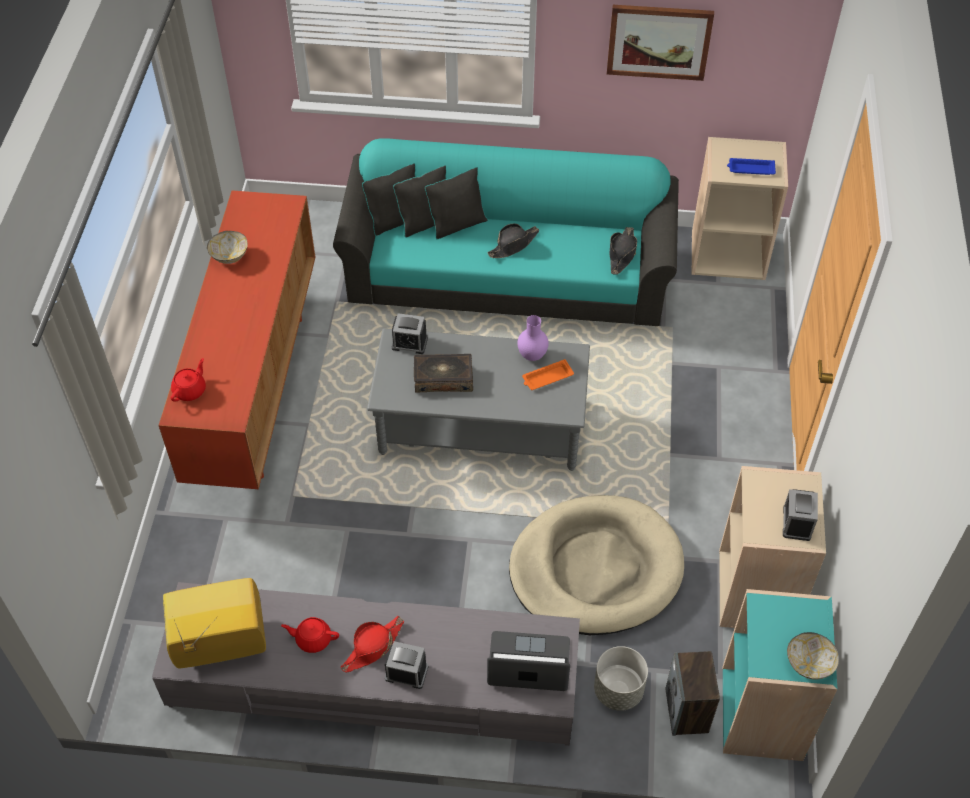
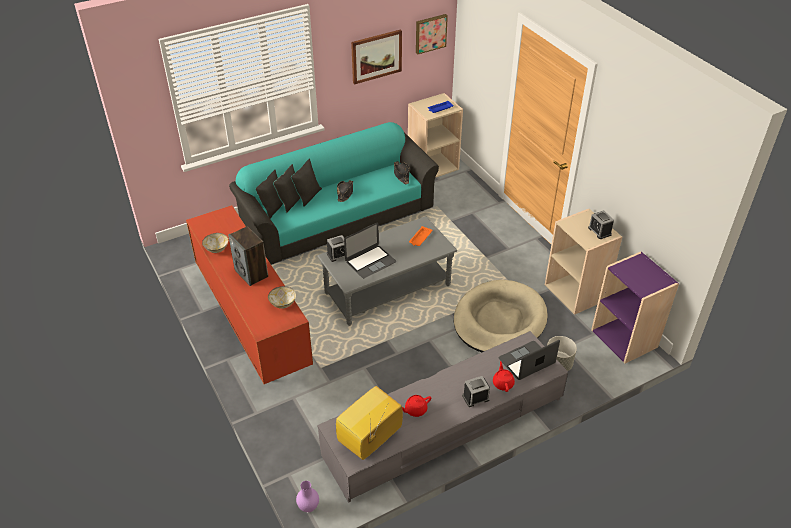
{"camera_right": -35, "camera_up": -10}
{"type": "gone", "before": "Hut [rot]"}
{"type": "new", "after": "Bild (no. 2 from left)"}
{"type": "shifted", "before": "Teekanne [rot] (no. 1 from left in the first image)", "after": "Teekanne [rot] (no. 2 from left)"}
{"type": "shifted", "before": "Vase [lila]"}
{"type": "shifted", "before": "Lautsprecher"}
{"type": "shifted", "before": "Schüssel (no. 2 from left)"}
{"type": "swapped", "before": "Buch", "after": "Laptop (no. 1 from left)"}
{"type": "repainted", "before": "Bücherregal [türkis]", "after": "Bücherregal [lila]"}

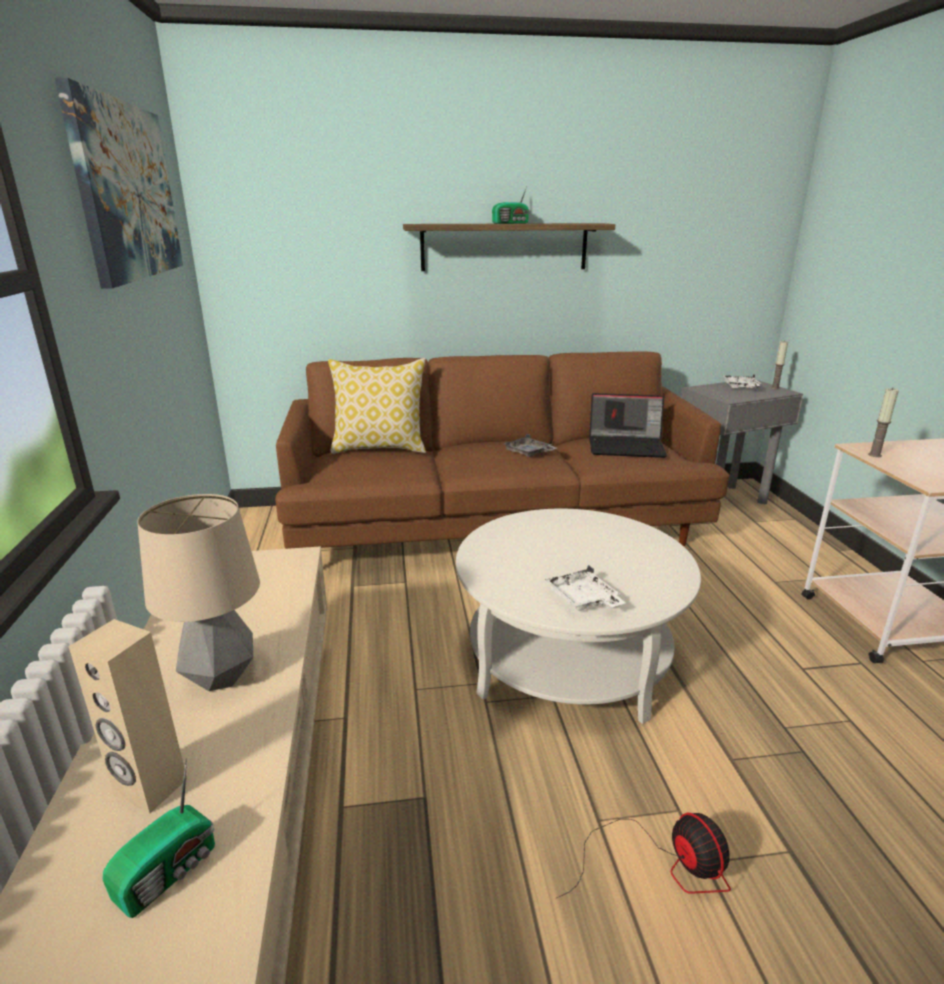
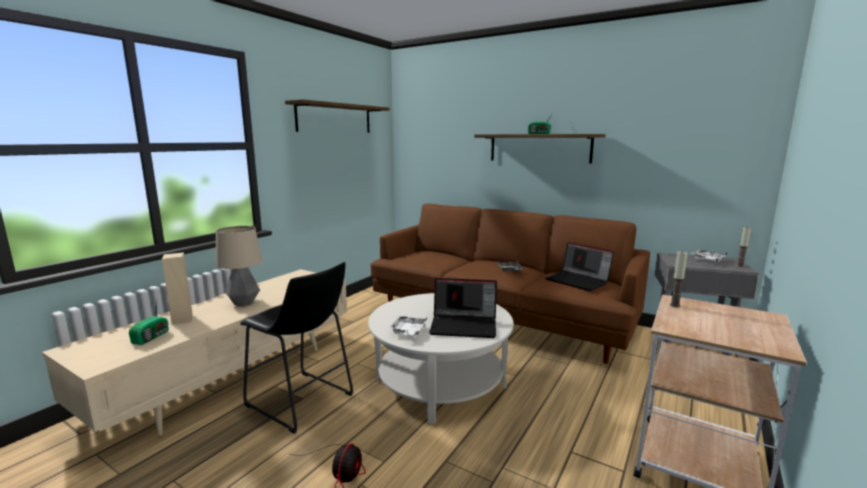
{"camera_right": 40, "camera_up": -10}
{"type": "gone", "before": "Kissen"}
{"type": "new", "after": "Hocker [schwarz]"}
{"type": "new", "after": "Laptop (no. 1 from left)"}
{"type": "swapped", "before": "Bild", "after": "Wandregal (no. 1 from left)"}
{"type": "rotated", "before": "Radio (no. 1 from left)", "turn": -60}

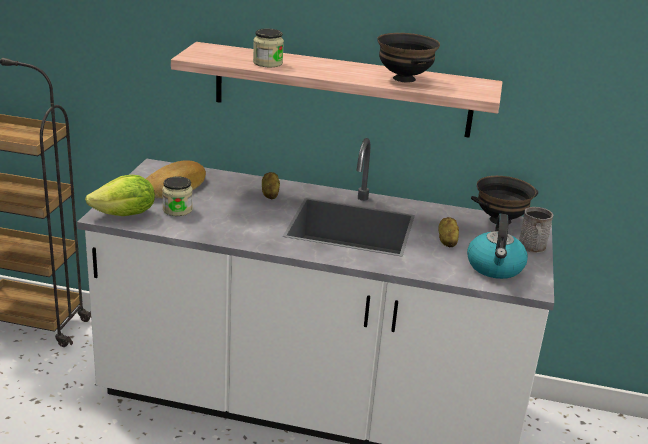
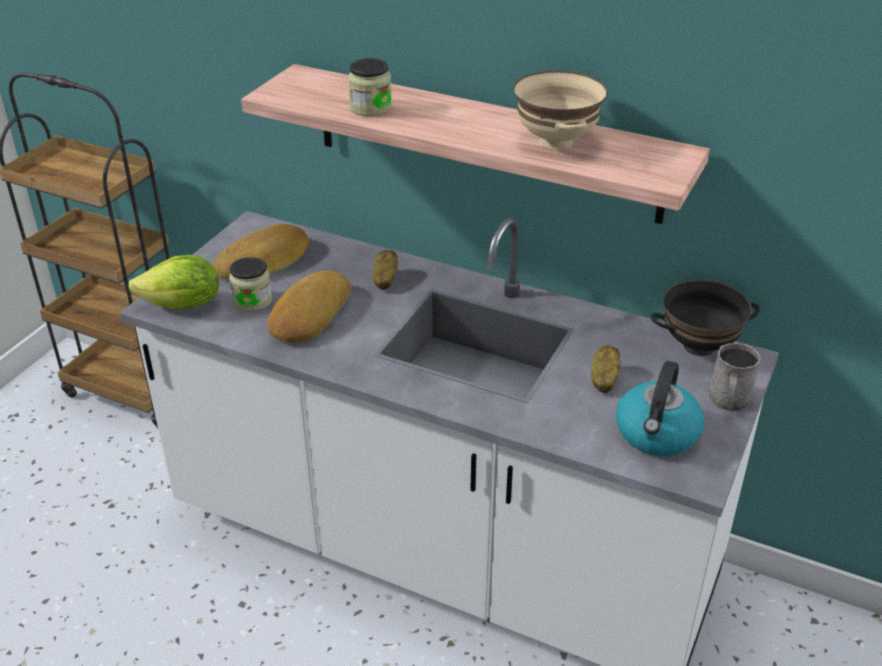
{"camera_right": 15, "camera_up": 10}
{"type": "new", "after": "Brot (no. 2 from left)"}
{"type": "repainted", "before": "Schüssel [schwarz] (no. 1 from left)", "after": "Schüssel [beige]"}

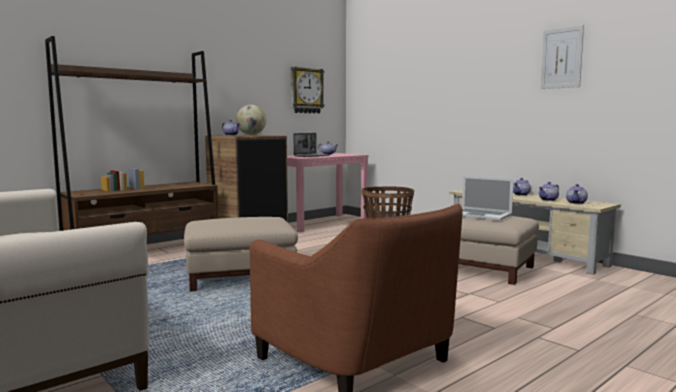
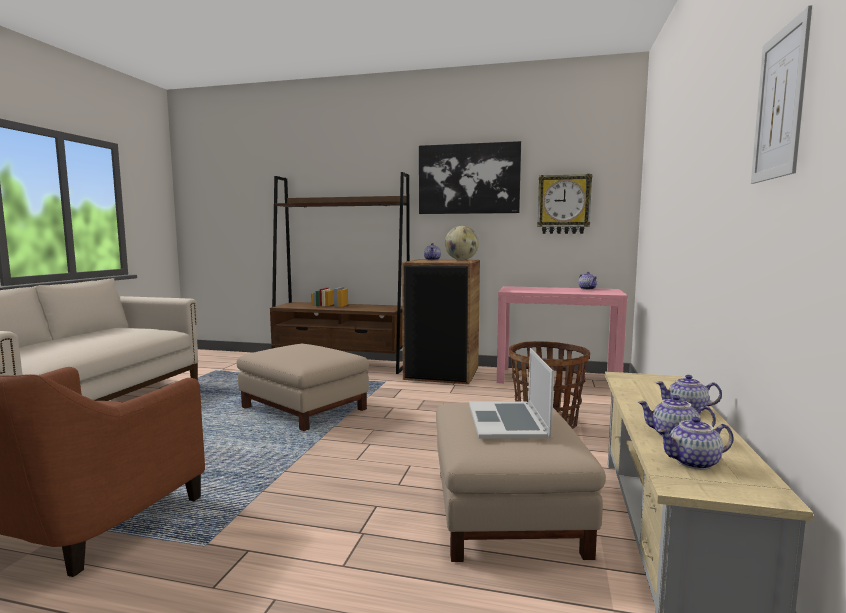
{"camera_right": 55, "camera_up": 0}
{"type": "gone", "before": "Laptop (no. 1 from left)"}
{"type": "new", "after": "Bild (no. 1 from left)"}

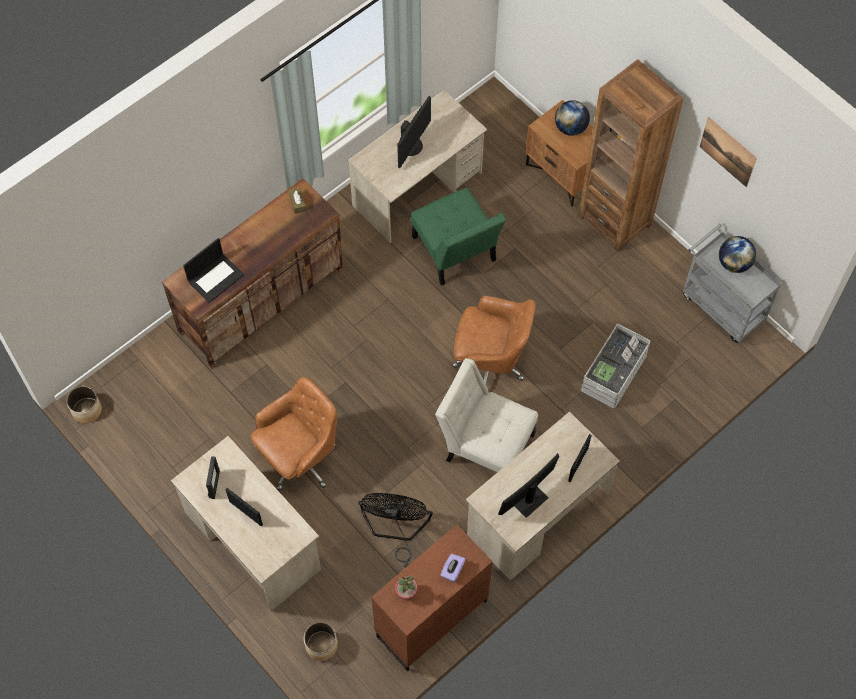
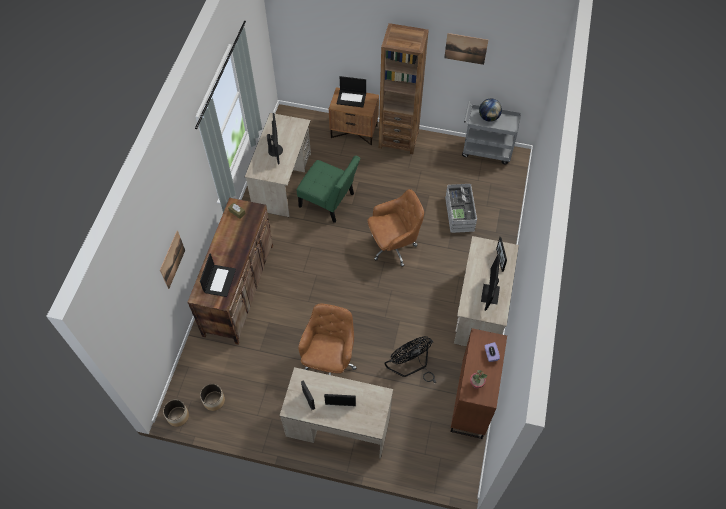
{"camera_right": -35, "camera_up": -5}
{"type": "gone", "before": "Stuhl [weiß]"}
{"type": "new", "after": "Bild (no. 1 from left)"}
{"type": "shifted", "before": "Pflanzkübel (no. 2 from left)"}
{"type": "swapped", "before": "Globus (no. 1 from left)", "after": "Laptop (no. 2 from left)"}

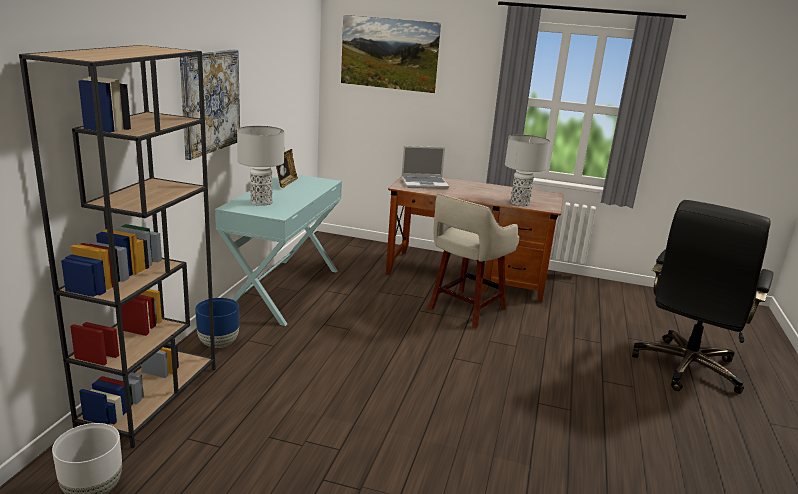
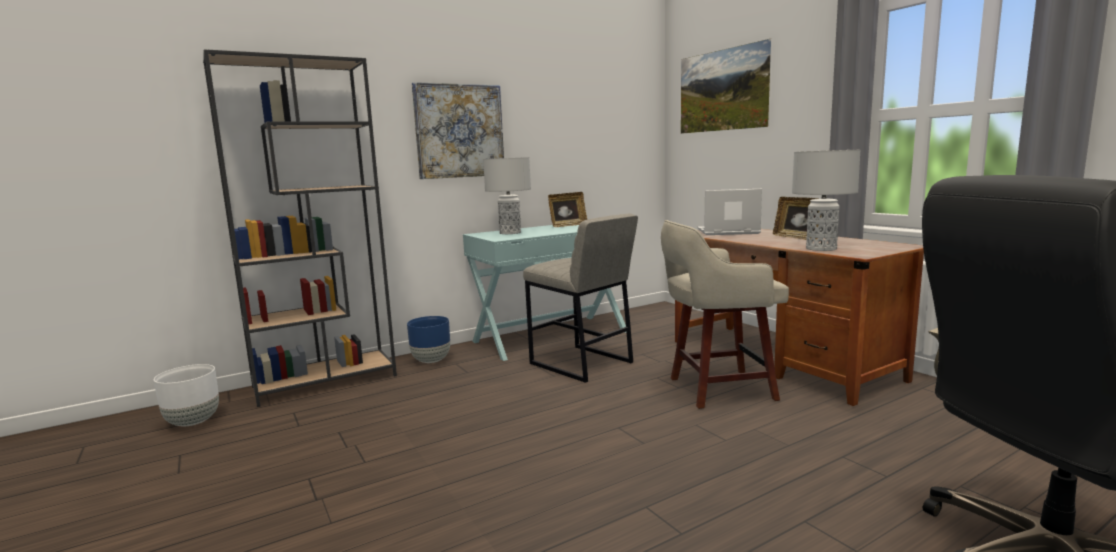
{"camera_right": 45, "camera_up": -10}
{"type": "new", "after": "Stuhl [grau]"}
{"type": "new", "after": "Bilderrahmen (no. 2 from left)"}
{"type": "rotated", "before": "Laptop", "turn": 150}

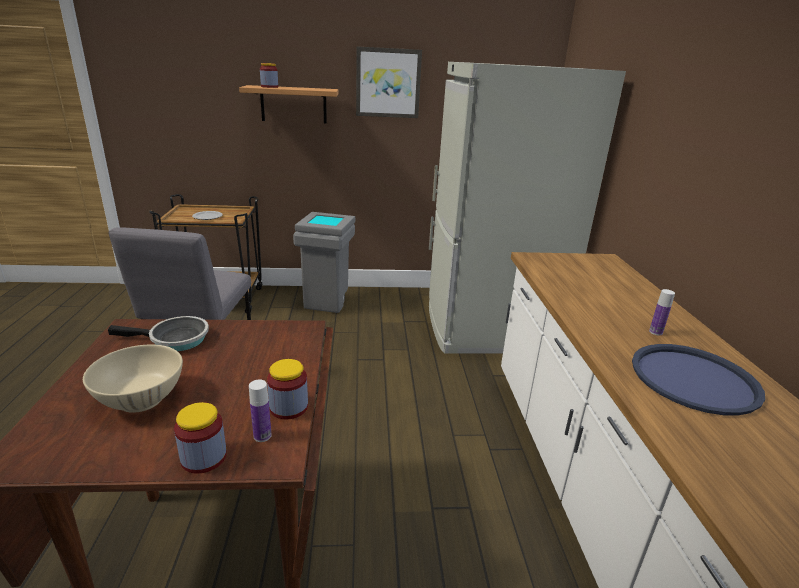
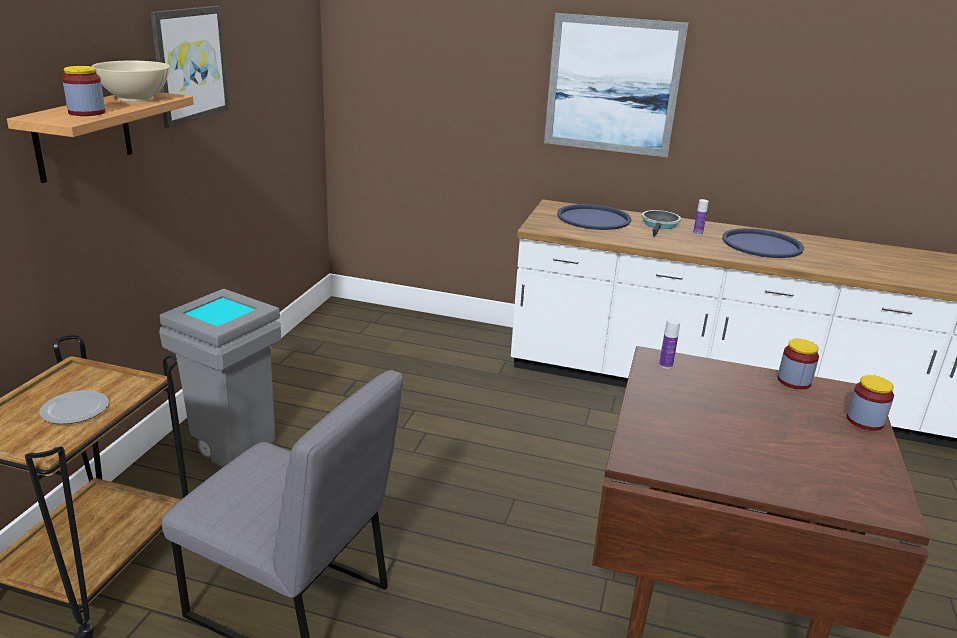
{"camera_right": -70, "camera_up": 0}
{"type": "gone", "before": "Kühlschrank [weiß]"}
{"type": "new", "after": "Bild (no. 2 from left)"}
{"type": "new", "after": "Tablett [blau] (no. 1 from left)"}
{"type": "shifted", "before": "Schüssel [beige]"}
{"type": "shifted", "before": "Pfanne"}
{"type": "shifted", "before": "Flasche (no. 1 from left)"}

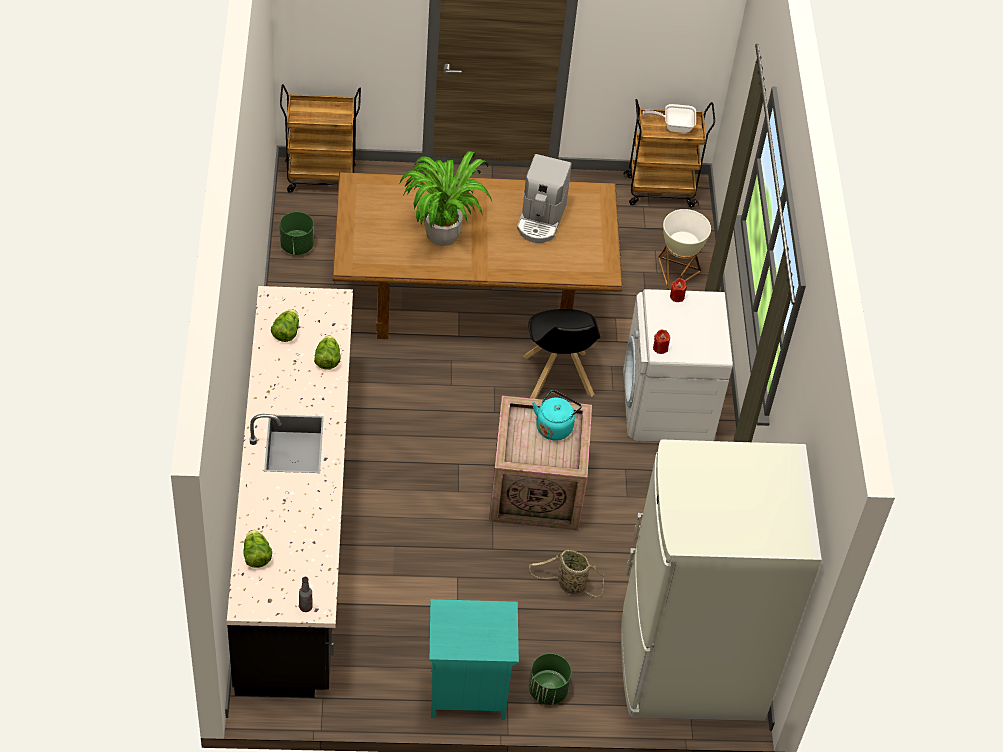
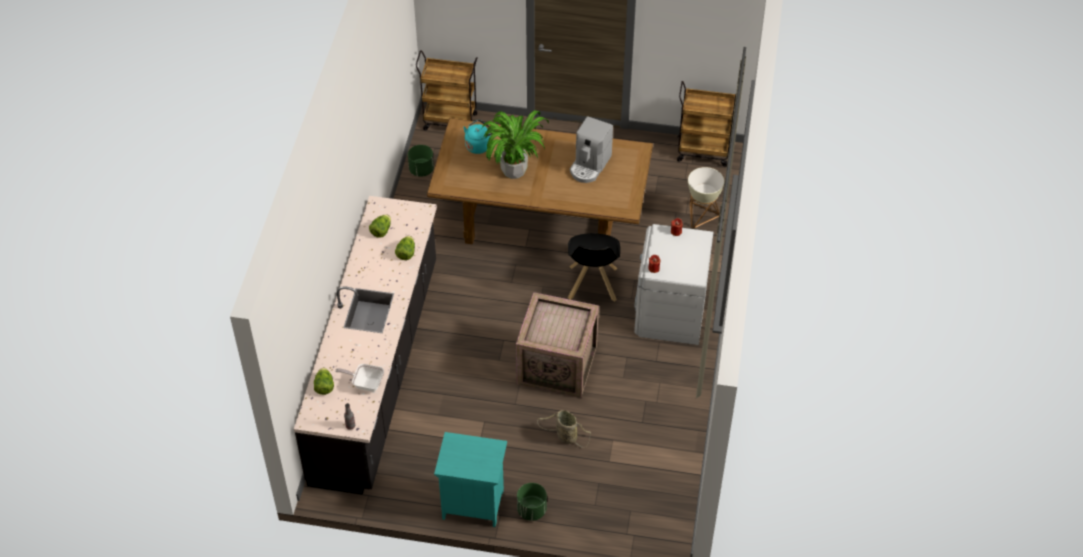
{"camera_right": 15, "camera_up": 0}
{"type": "gone", "before": "Kühlschrank [weiß]"}
{"type": "shifted", "before": "Wasserkessel [türkis]"}
{"type": "shifted", "before": "Pfanne"}

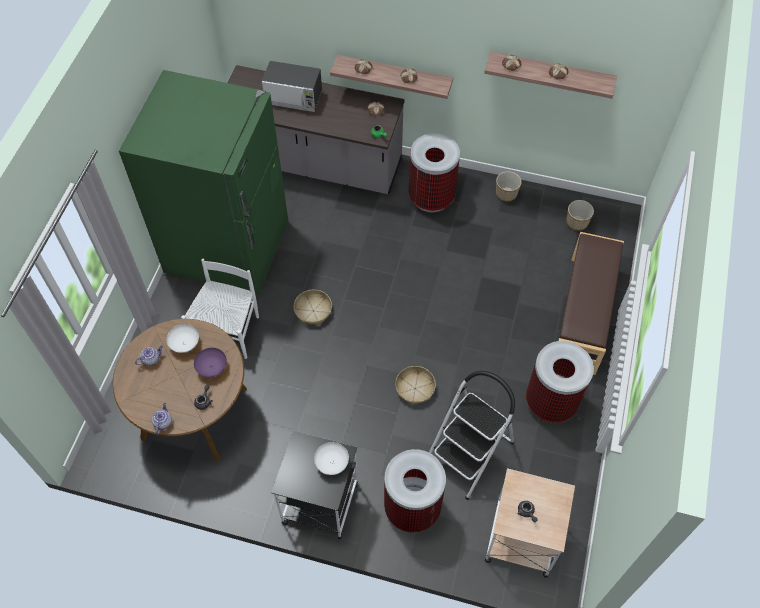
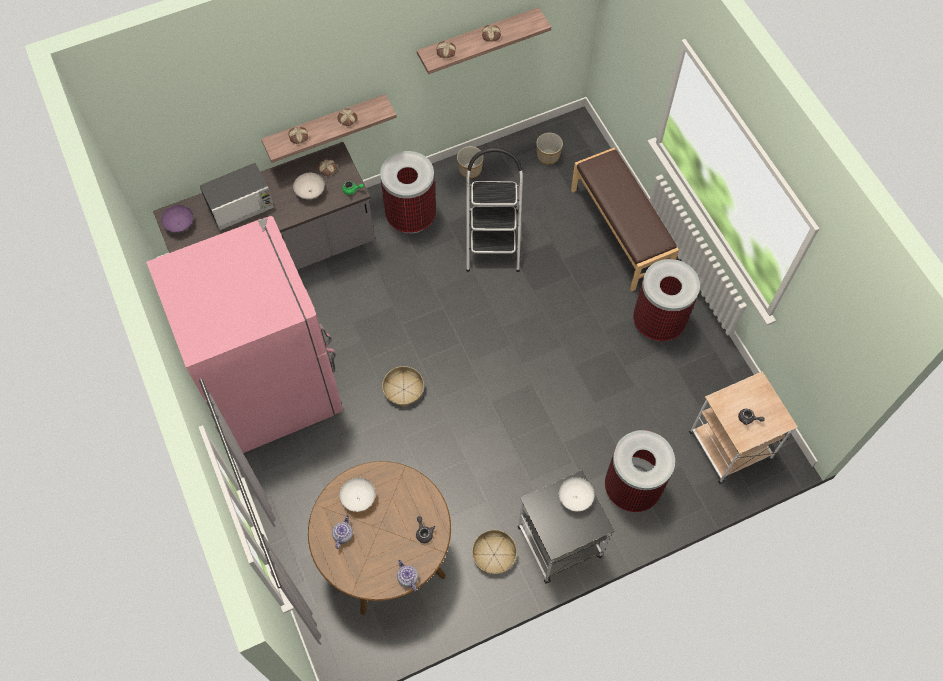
{"camera_right": -40, "camera_up": 5}
{"type": "gone", "before": "Stuhl [weiß]"}
{"type": "new", "after": "Schüssel [weiß] (no. 1 from left)"}
{"type": "shifted", "before": "Schüssel [lila]"}
{"type": "shifted", "before": "Korb (no. 2 from left)"}
{"type": "shifted", "before": "Trittleiter"}
{"type": "repainted", "before": "Kühlschrank [grün]", "after": "Kühlschrank [rosa]"}

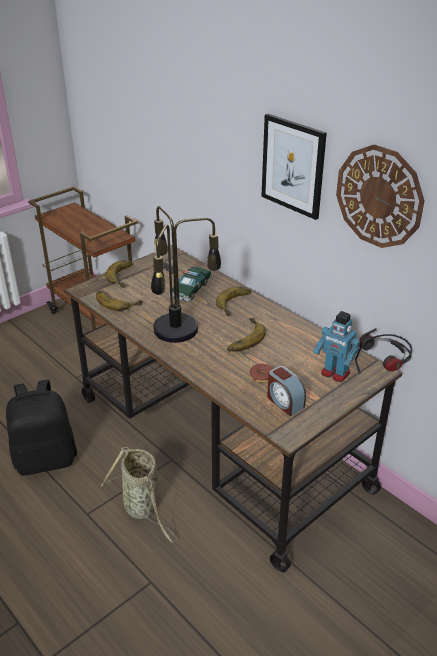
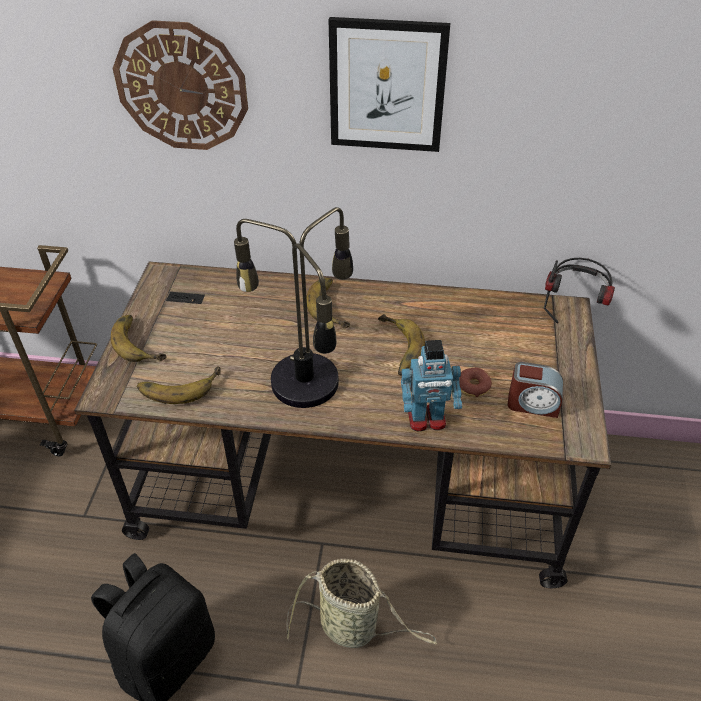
{"camera_right": -40, "camera_up": 10}
{"type": "gone", "before": "Spielzeugauto"}
{"type": "shifted", "before": "Spielzeugroboter"}
{"type": "shifted", "before": "Wanduhr"}

